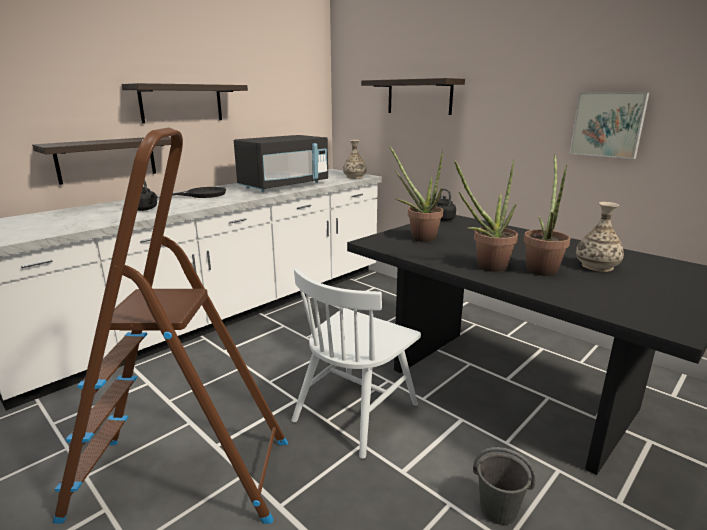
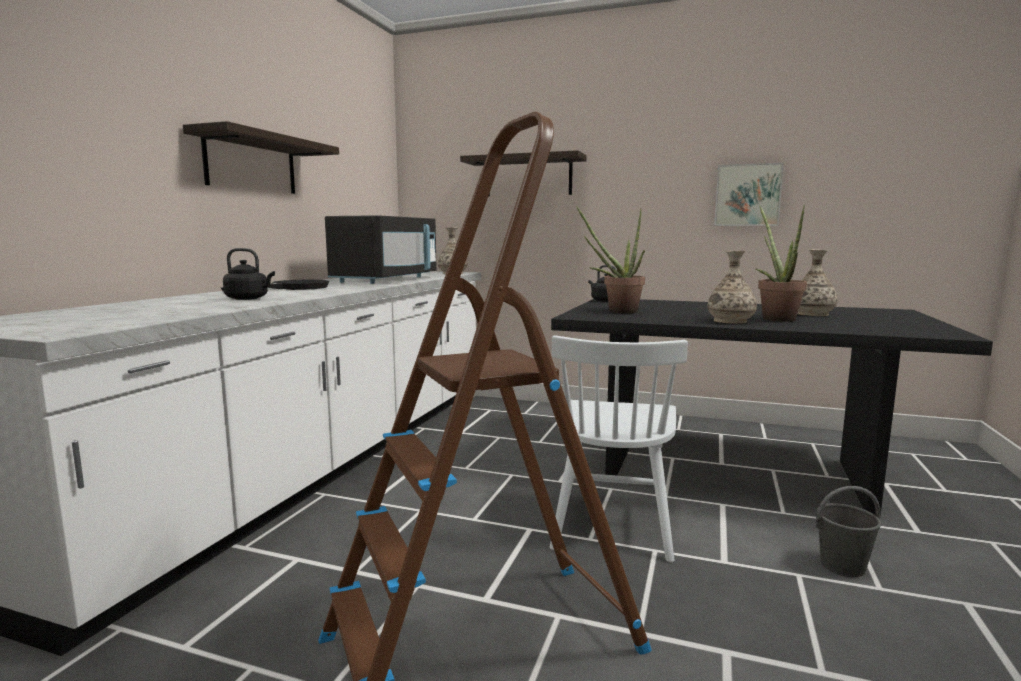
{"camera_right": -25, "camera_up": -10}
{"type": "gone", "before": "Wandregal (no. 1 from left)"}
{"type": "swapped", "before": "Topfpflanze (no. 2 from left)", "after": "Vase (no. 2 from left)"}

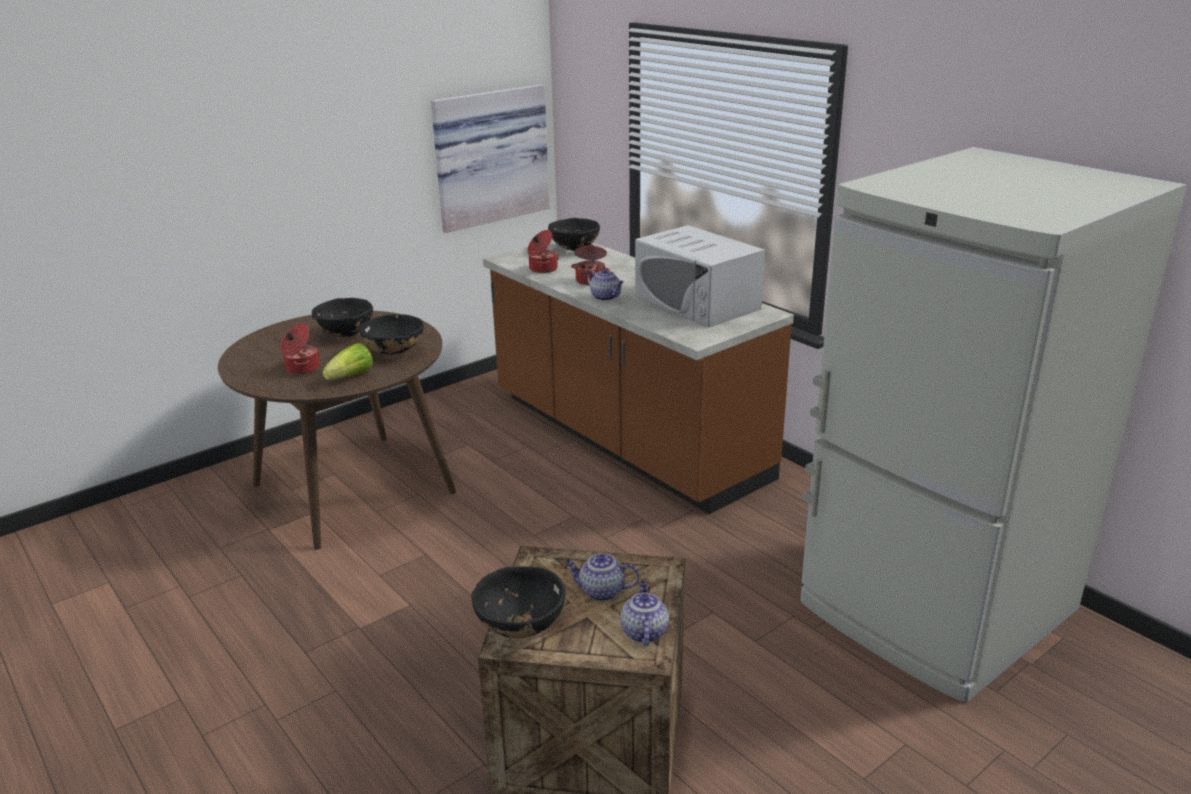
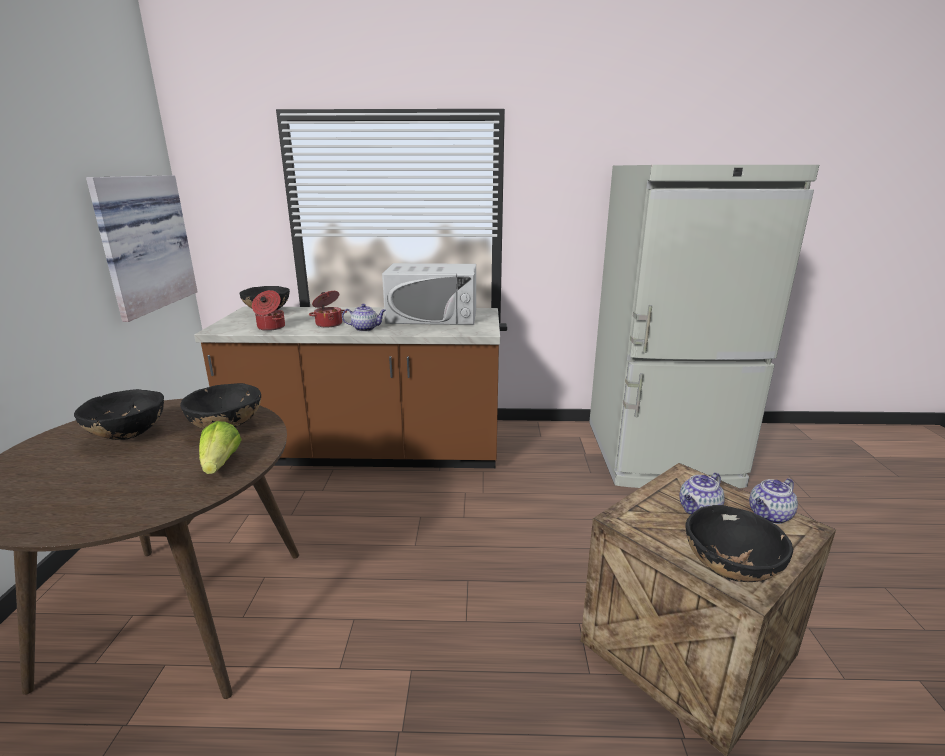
{"camera_right": -50, "camera_up": -5}
{"type": "gone", "before": "Kochtopf (no. 1 from left)"}
{"type": "rotated", "before": "Teekanne (no. 3 from left)", "turn": -75}

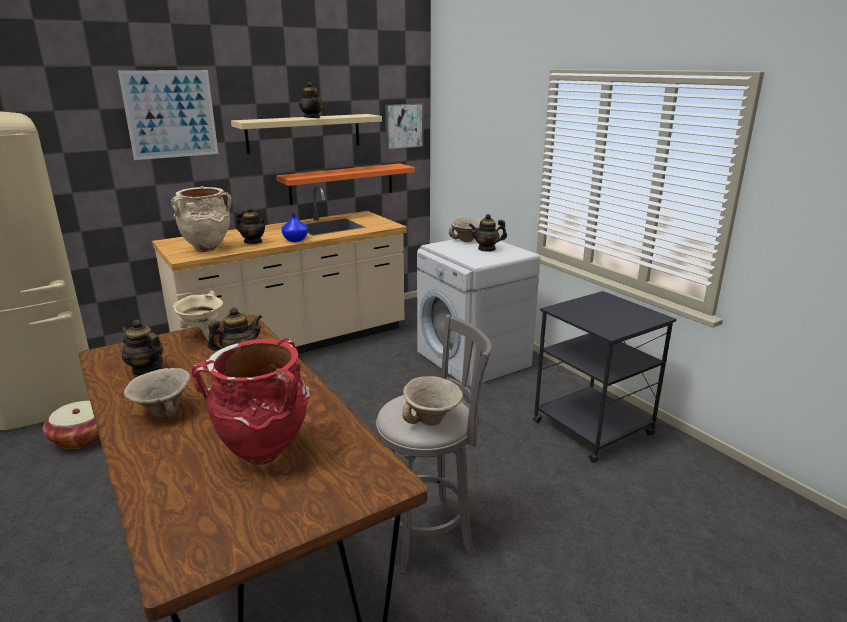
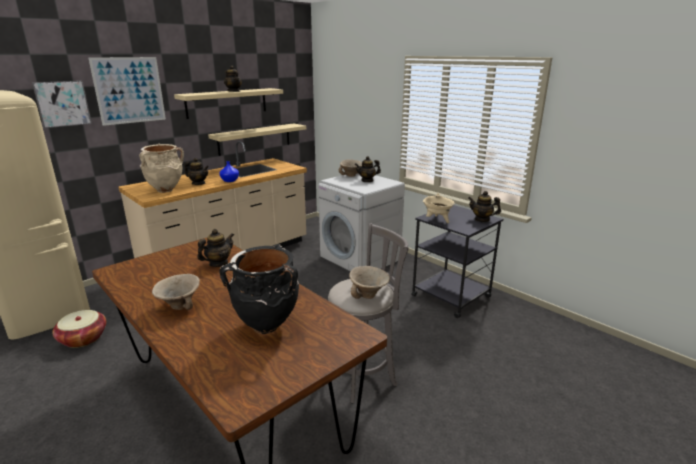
{"camera_right": -10, "camera_up": 0}
{"type": "shifted", "before": "Teekanne (no. 1 from left in the first image)", "after": "Teekanne (no. 5 from left)"}
{"type": "shifted", "before": "Kochtopf [beige]"}
{"type": "shifted", "before": "Bild (no. 2 from left in the first image)", "after": "Bild (no. 1 from left)"}
{"type": "repainted", "before": "Vase [rot]", "after": "Vase [schwarz]"}
{"type": "repainted", "before": "Wandregal [orange]", "after": "Wandregal [beige] (no. 2 from left)"}

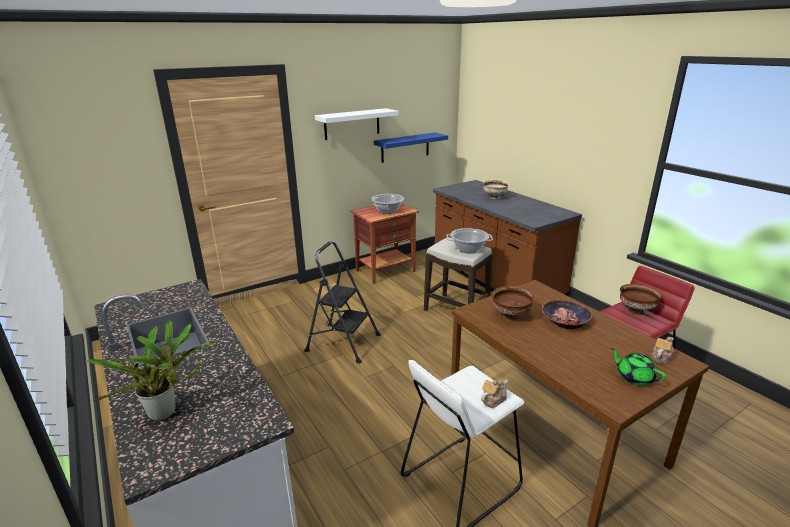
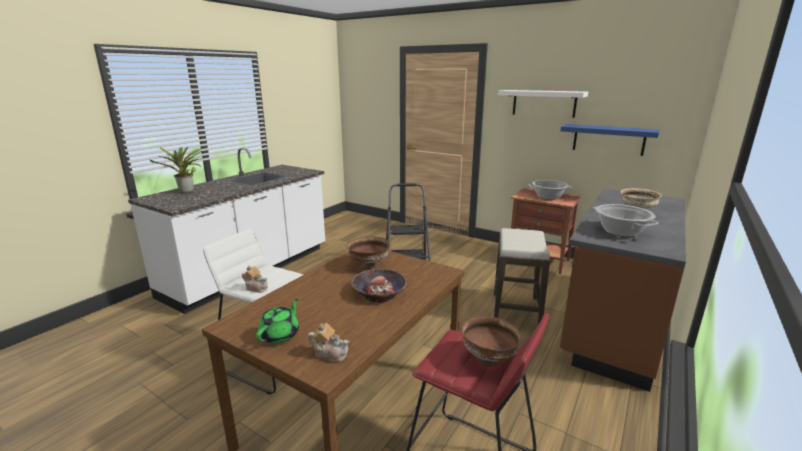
{"camera_right": 65, "camera_up": -5}
{"type": "shifted", "before": "Kochtopf (no. 2 from left)"}

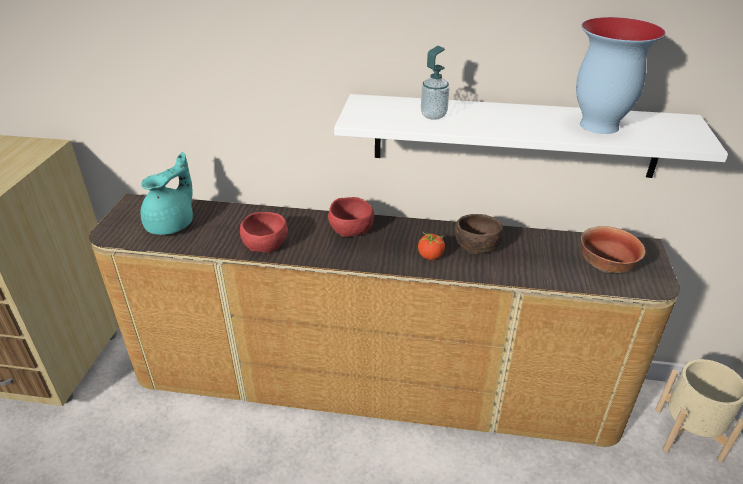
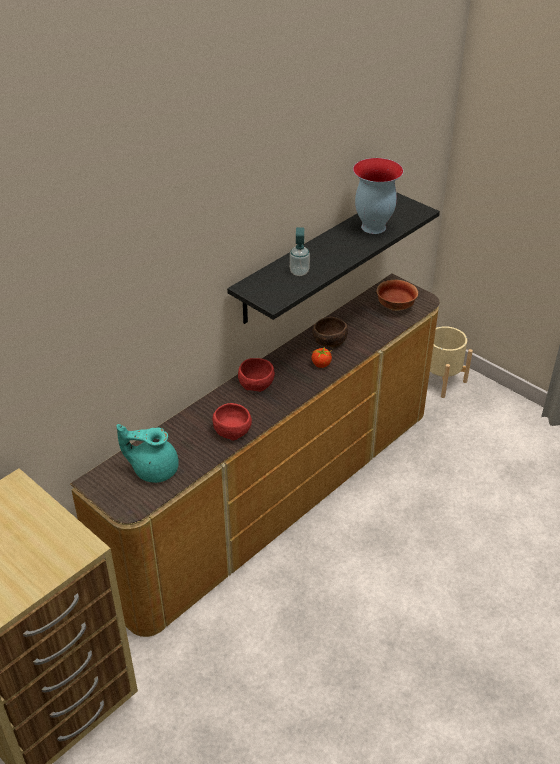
{"camera_right": -55, "camera_up": 5}
{"type": "repainted", "before": "Wandregal [weiß]", "after": "Wandregal [schwarz]"}
{"type": "rotated", "before": "Teekanne [türkis]", "turn": -60}

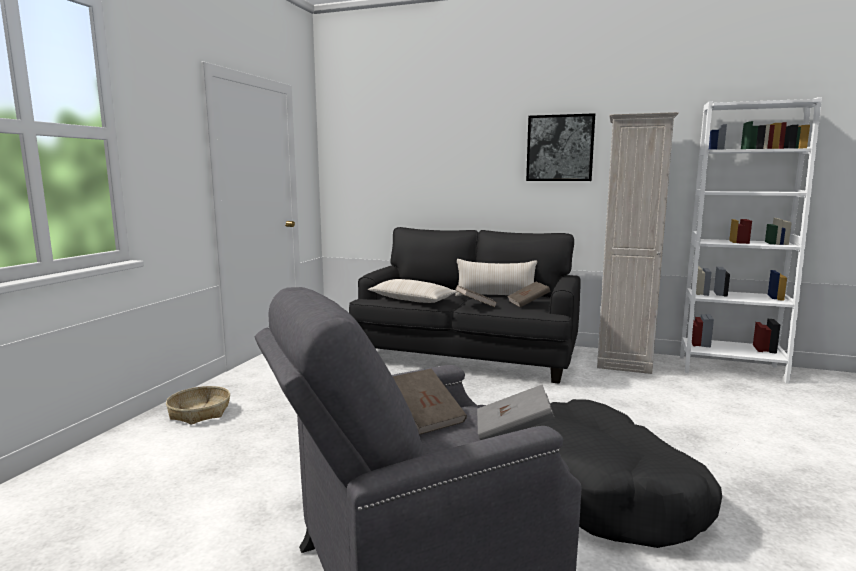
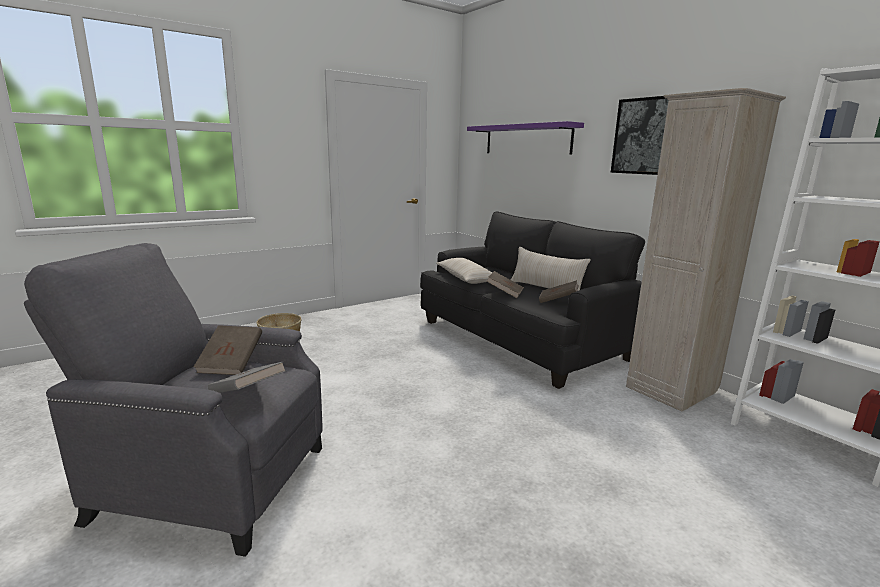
{"camera_right": 35, "camera_up": 5}
{"type": "gone", "before": "Hundebett [schwarz]"}
{"type": "new", "after": "Wandregal [lila]"}

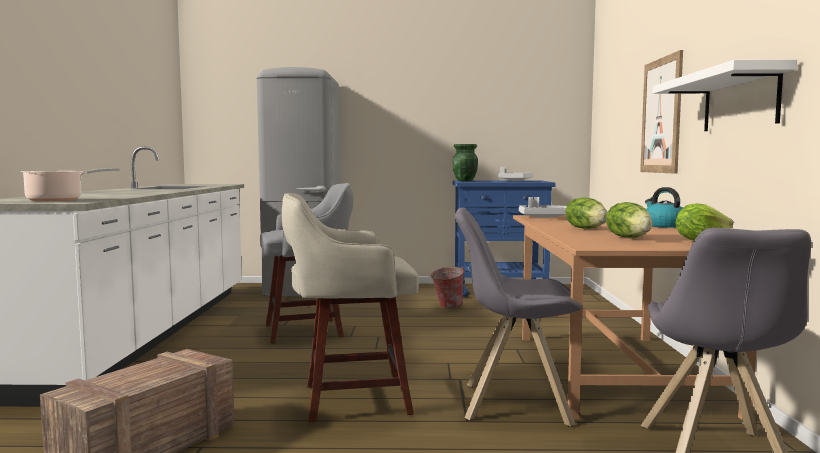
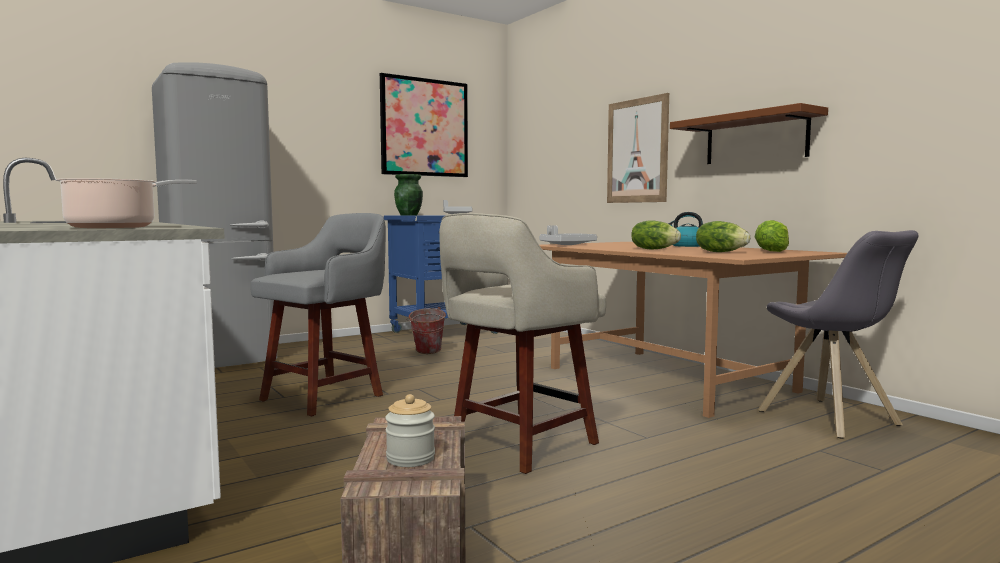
{"camera_right": -35, "camera_up": 0}
{"type": "gone", "before": "Stuhl [grau] (no. 1 from left)"}
{"type": "new", "after": "Bild (no. 1 from left)"}
{"type": "new", "after": "Vorratsglas"}
{"type": "repainted", "before": "Wandregal [weiß]", "after": "Wandregal [braun]"}

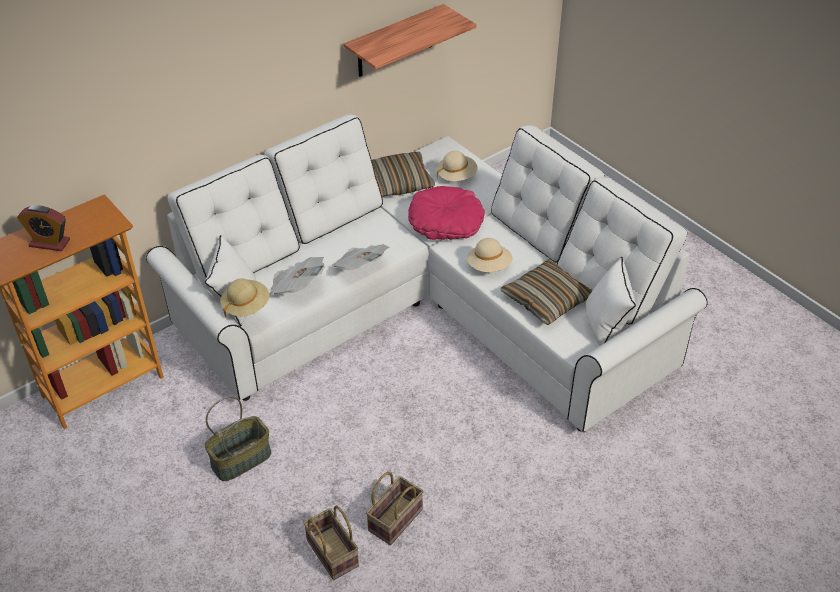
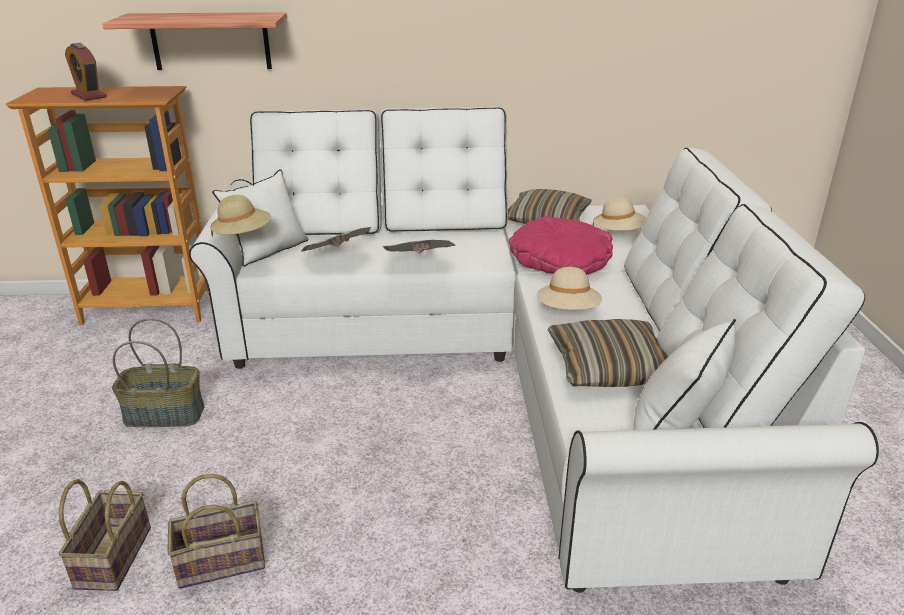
{"camera_right": 35, "camera_up": -15}
{"type": "shifted", "before": "Wandregal"}

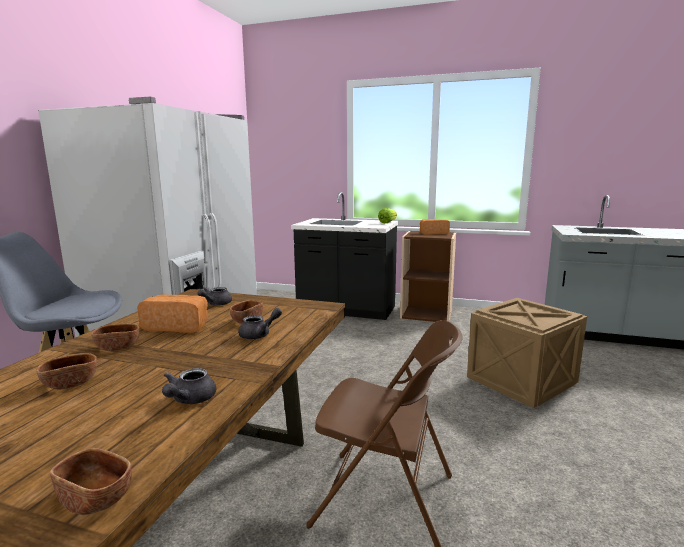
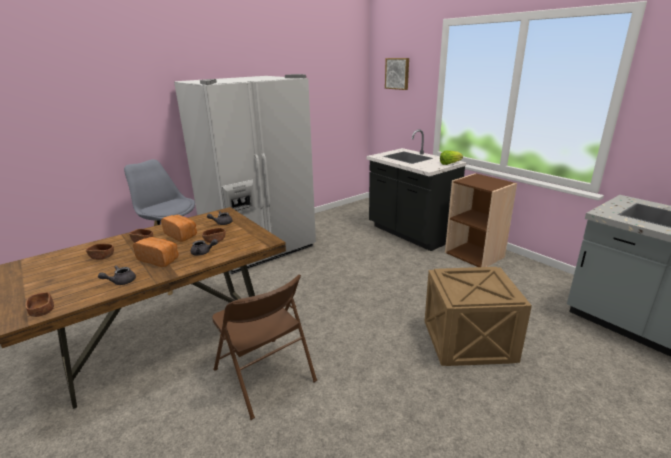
{"camera_right": 35, "camera_up": 10}
{"type": "new", "after": "Bild"}
{"type": "shifted", "before": "Brot (no. 2 from left in the first image)", "after": "Brot (no. 1 from left)"}

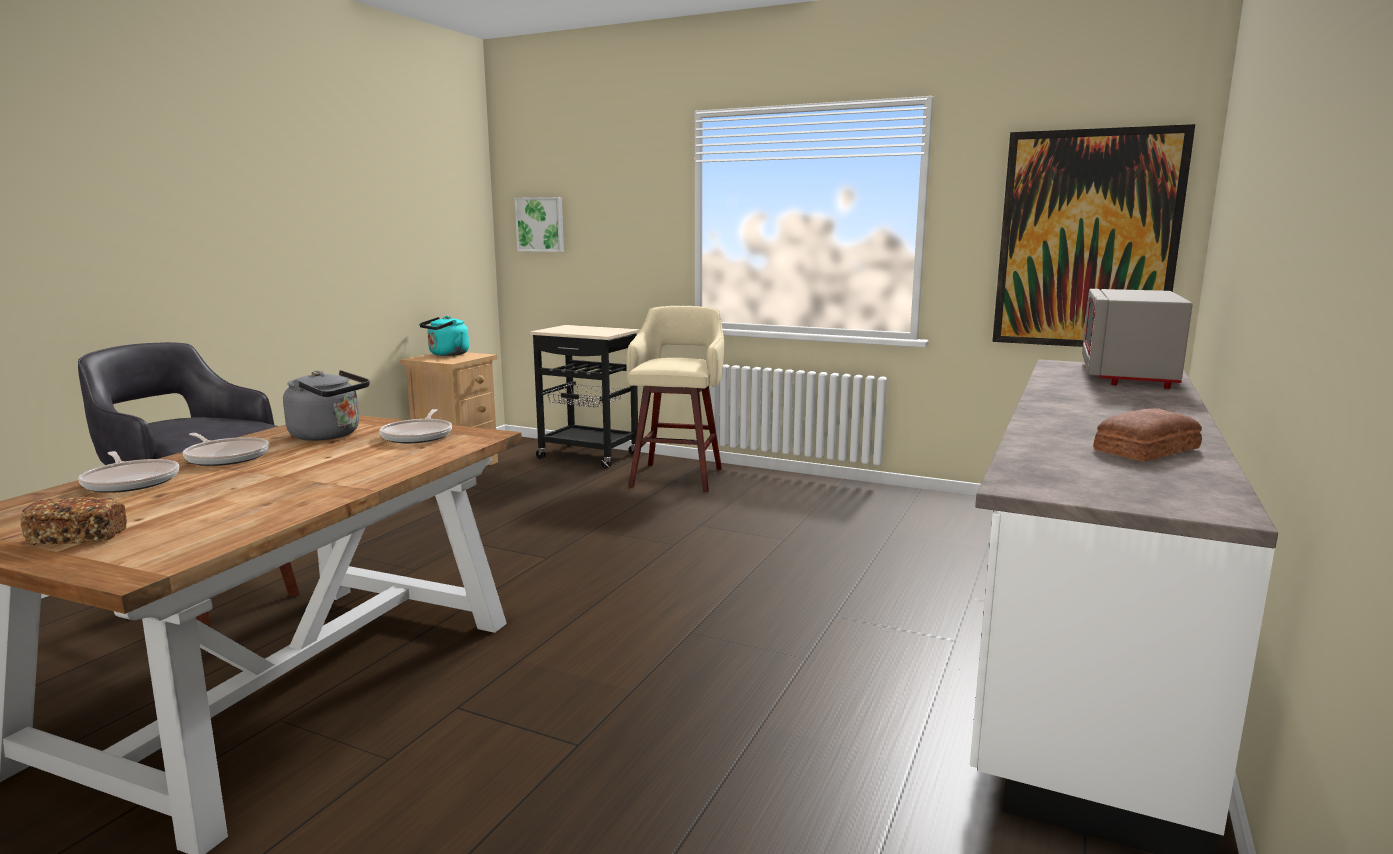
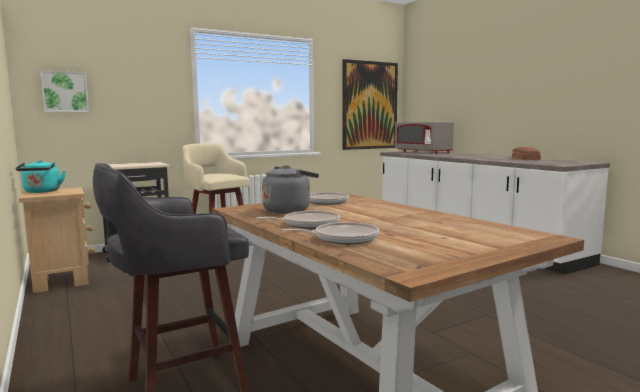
{"camera_right": -55, "camera_up": -5}
{"type": "gone", "before": "Brot (no. 1 from left)"}

